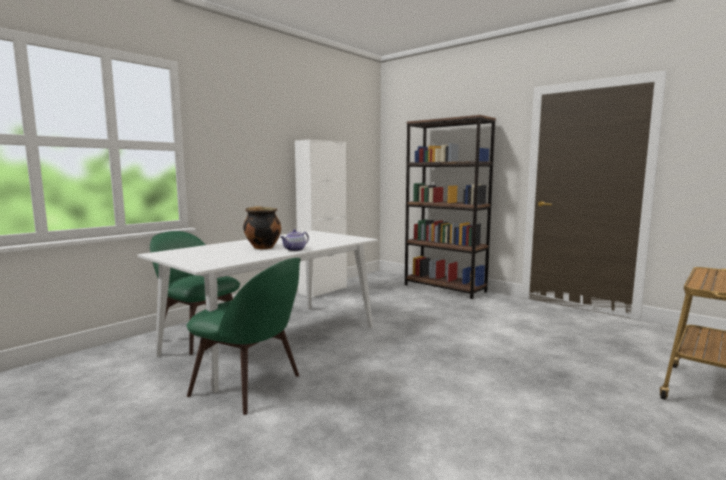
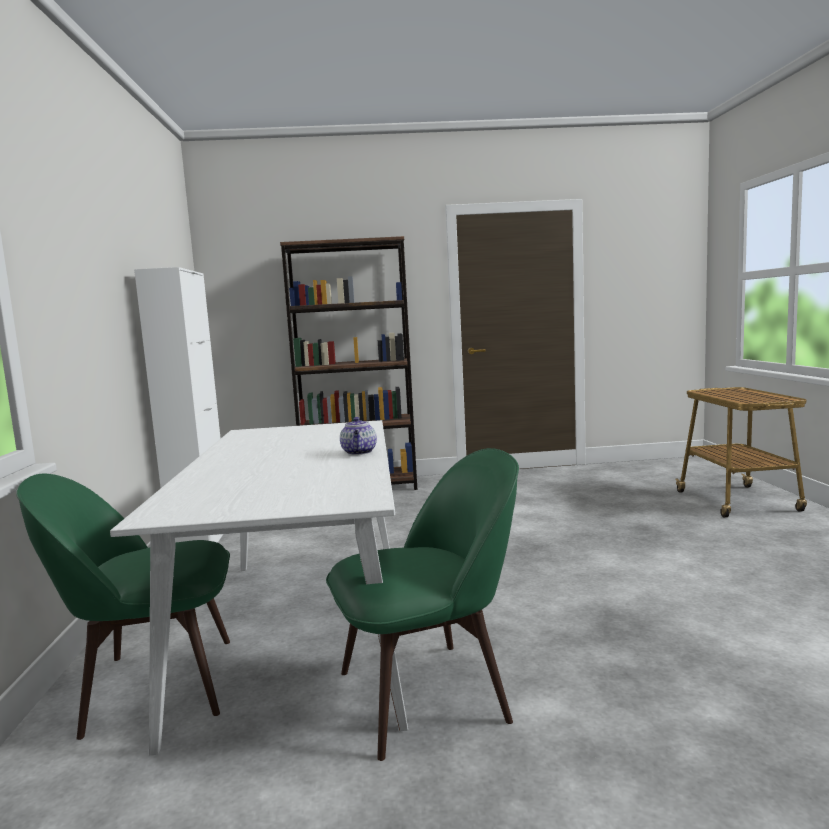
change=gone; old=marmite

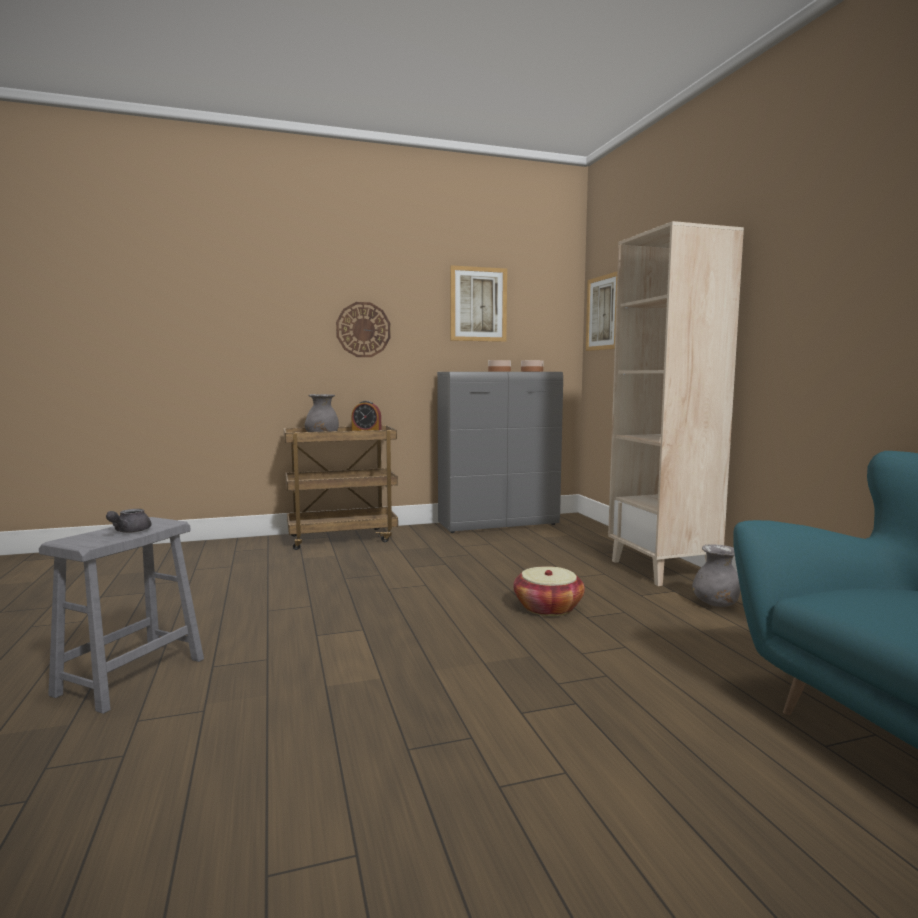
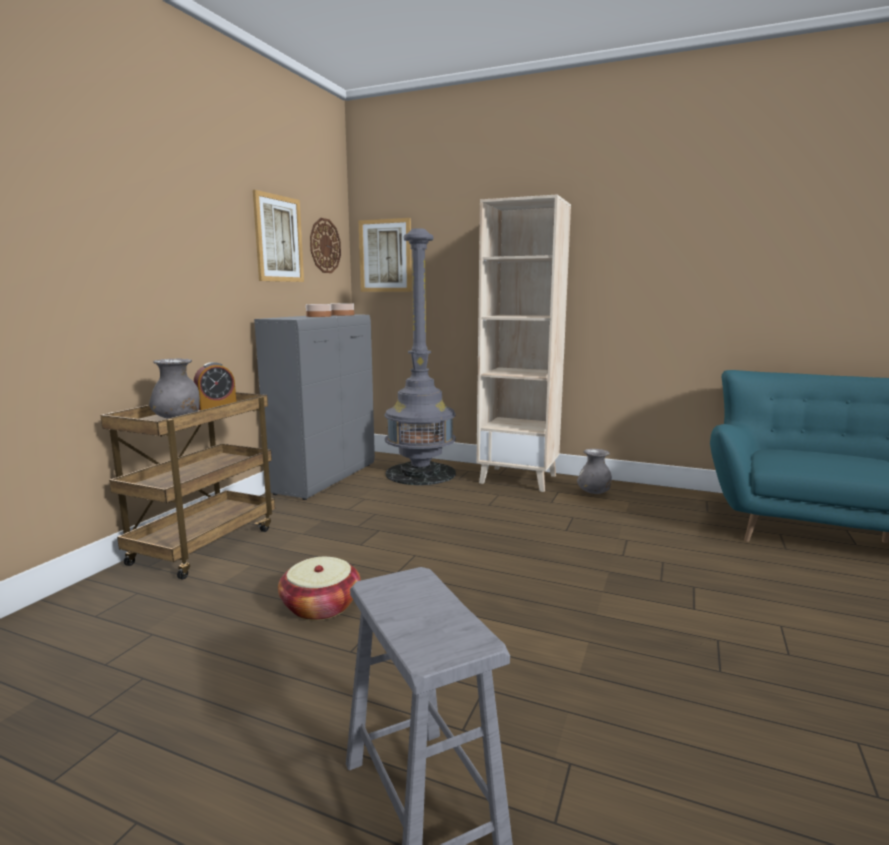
change=gone; old=théière [gris]
change=shifted; old=horloge murale
change=shifted; old=panier
change=new; new=lampadaire [gris]

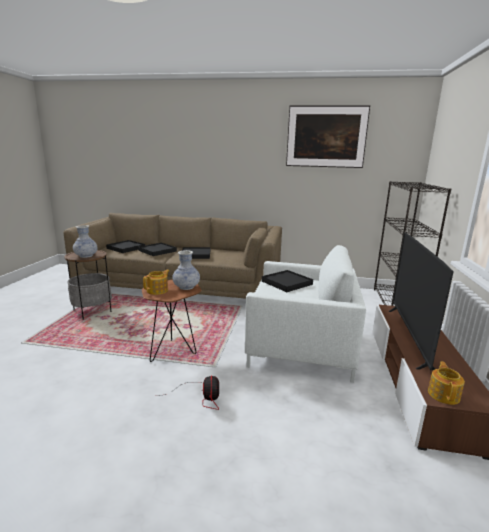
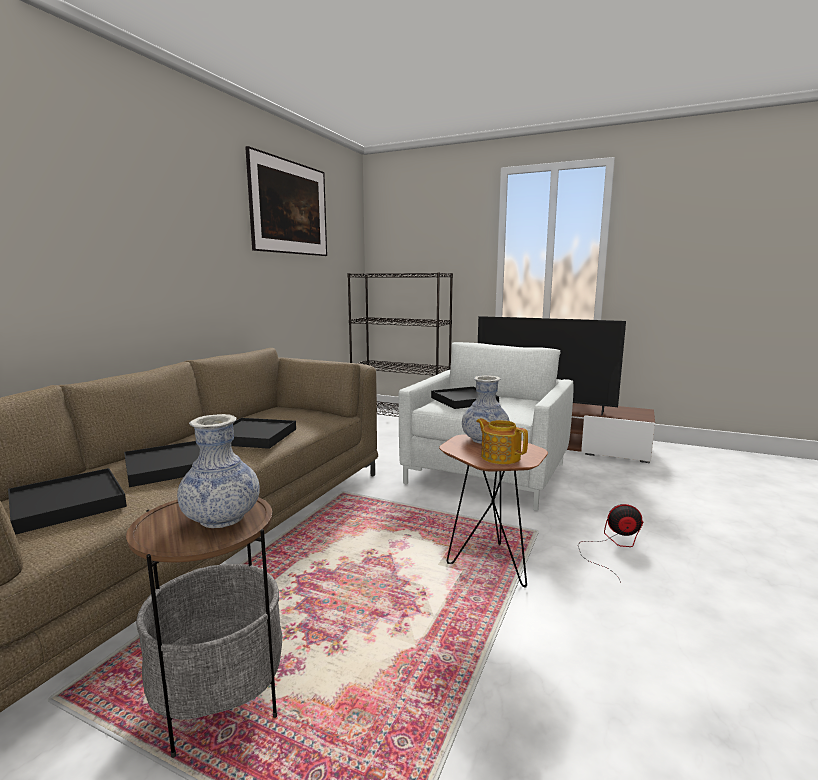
change=gone; old=théière (no. 2 from left)

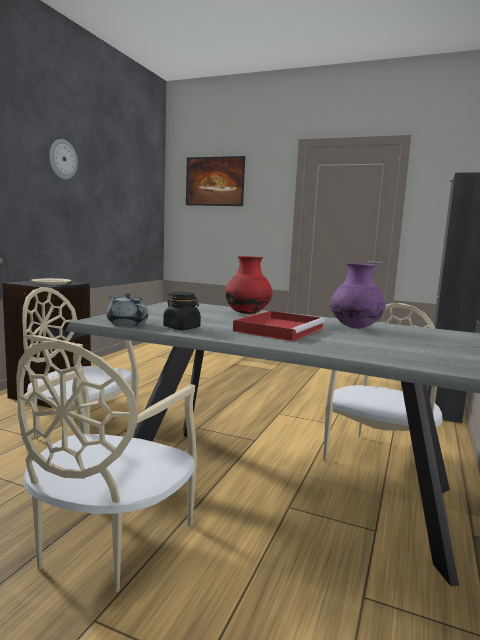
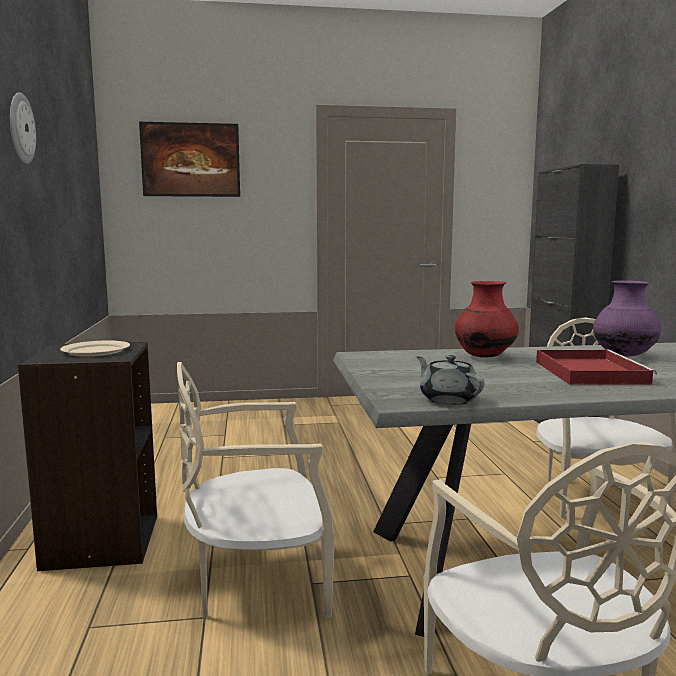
change=rotated; old=théière [gris]; degrees=45
change=gone; old=bocal [noir]

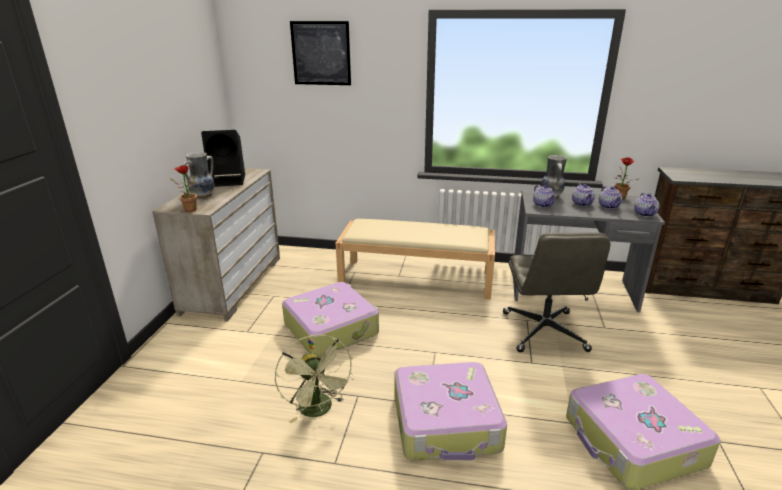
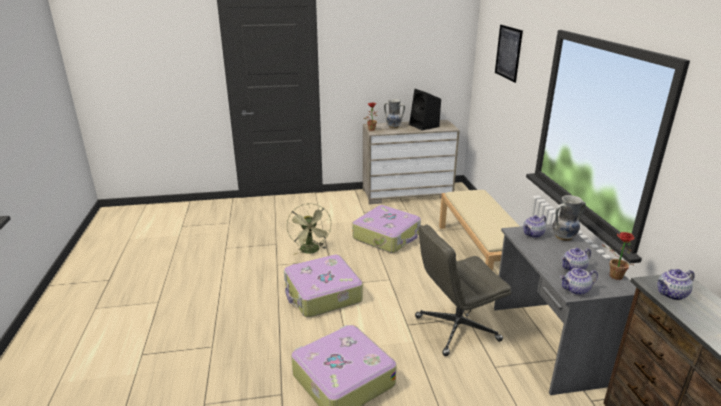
change=rotated; old=ventilateur [vert]; degrees=-60
change=shifted; old=théière (no. 2 from left in the first image); new=théière (no. 4 from left)

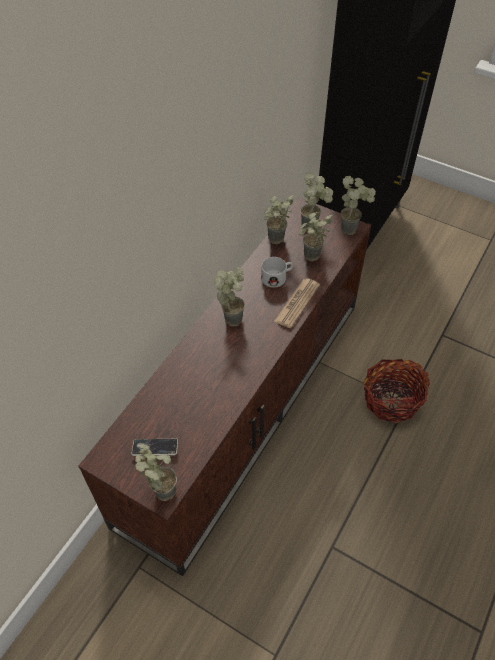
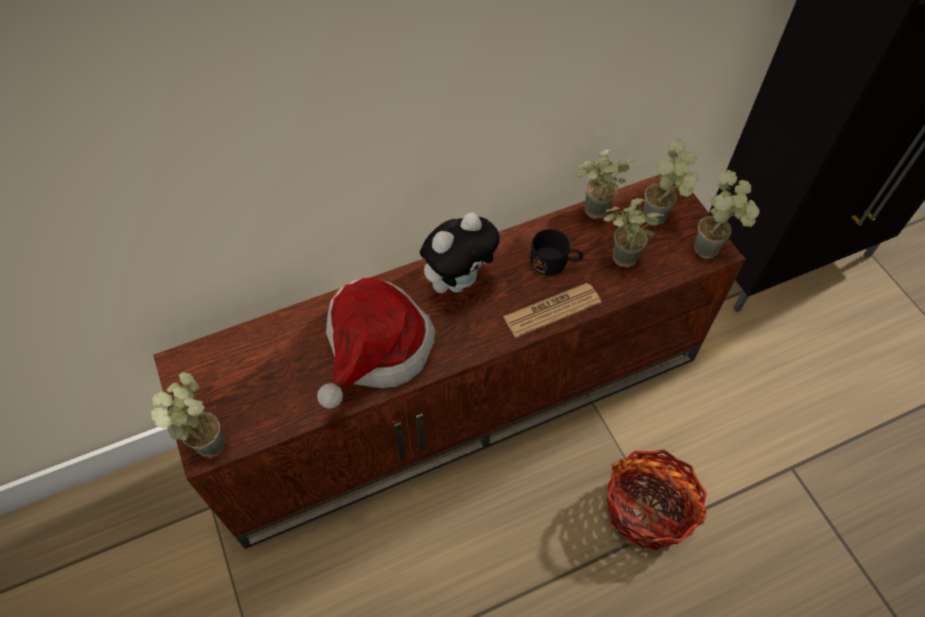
change=gone; old=téléphone
change=swapped; old=plante en pot (no. 2 from left); new=peluche
change=repainted; old=mug [blanc]; new=mug [noir]
change=new; new=chapeau

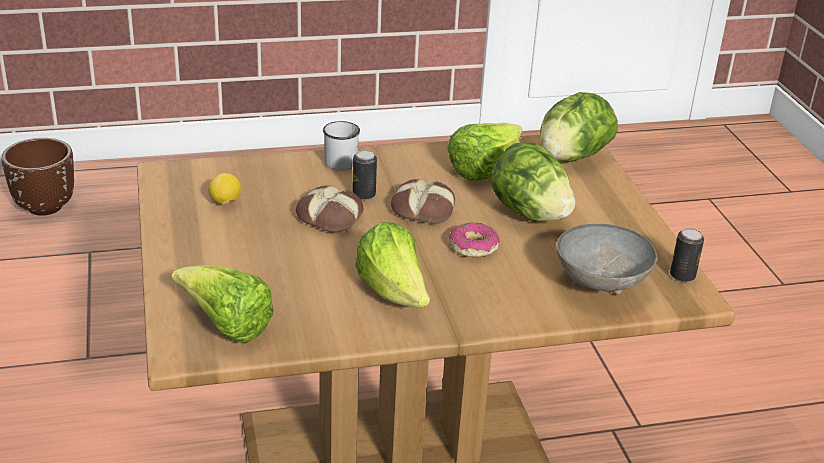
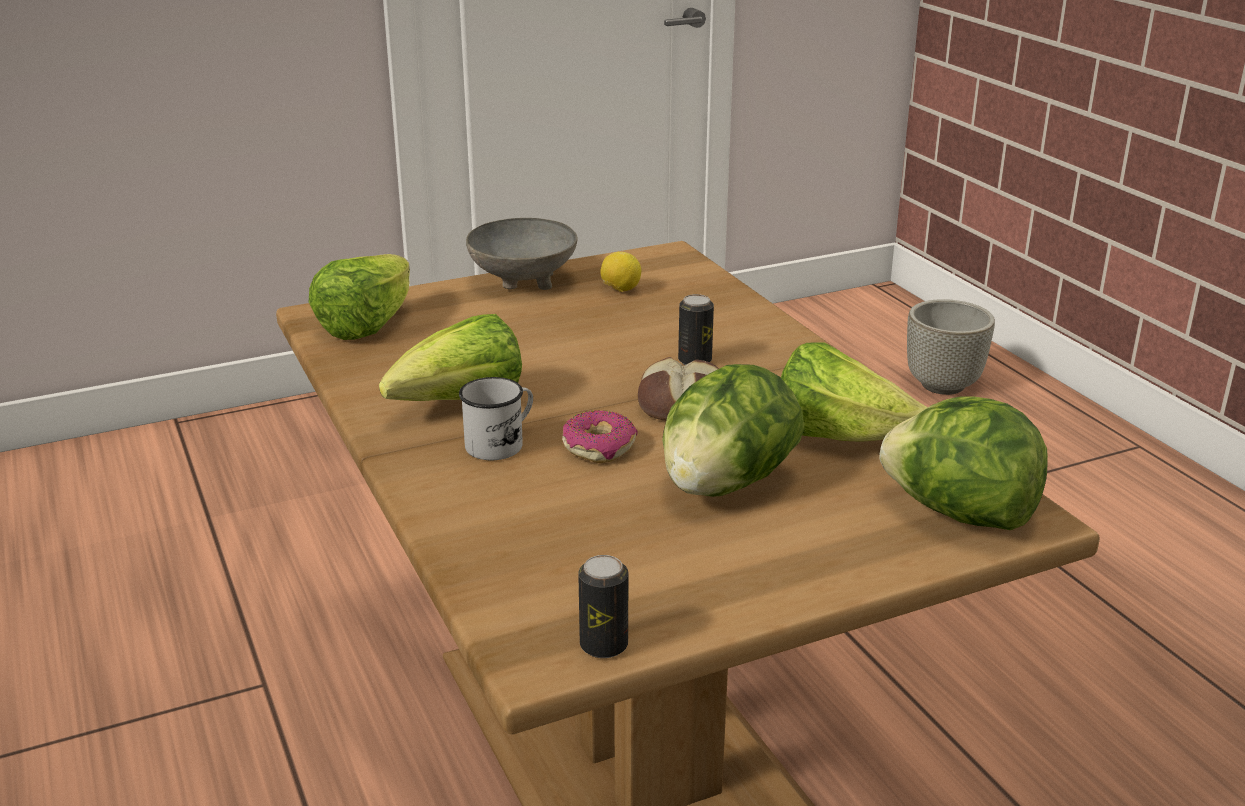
change=repainted; old=cache-pot [marron]; new=cache-pot [gris]
change=gone; old=pain (no. 1 from left)
change=shifted; old=mug [blanc]
change=shifted; old=bol [gris]

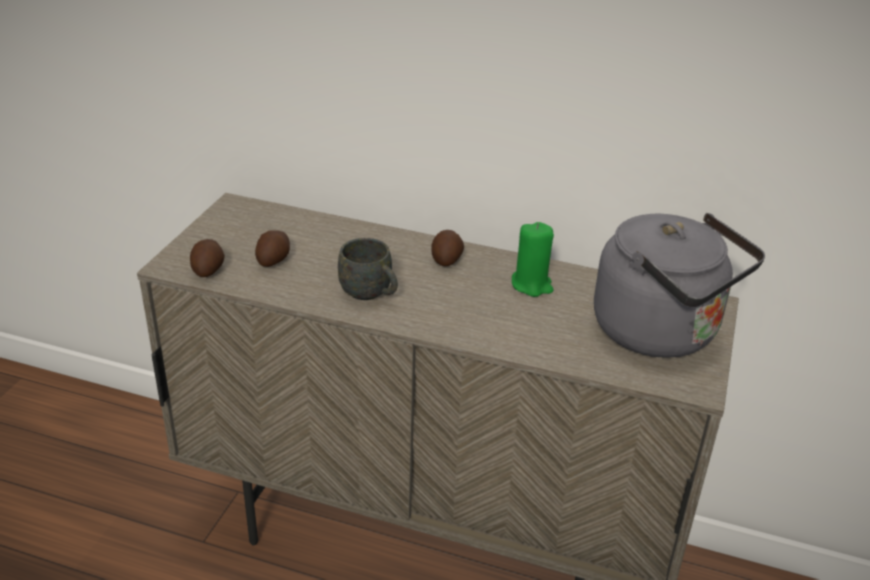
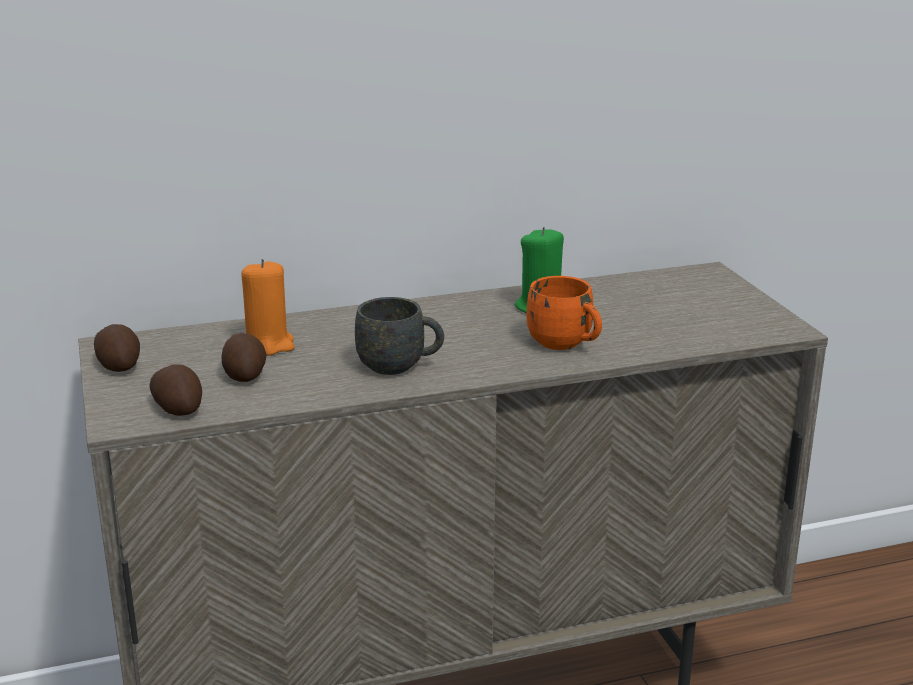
change=shifted; old=pomme de terre (no. 3 from left in the first image); new=pomme de terre (no. 1 from left)
change=gone; old=bouilloire [gris]
change=new; new=bougie [orange]
change=new; new=mug [orange]

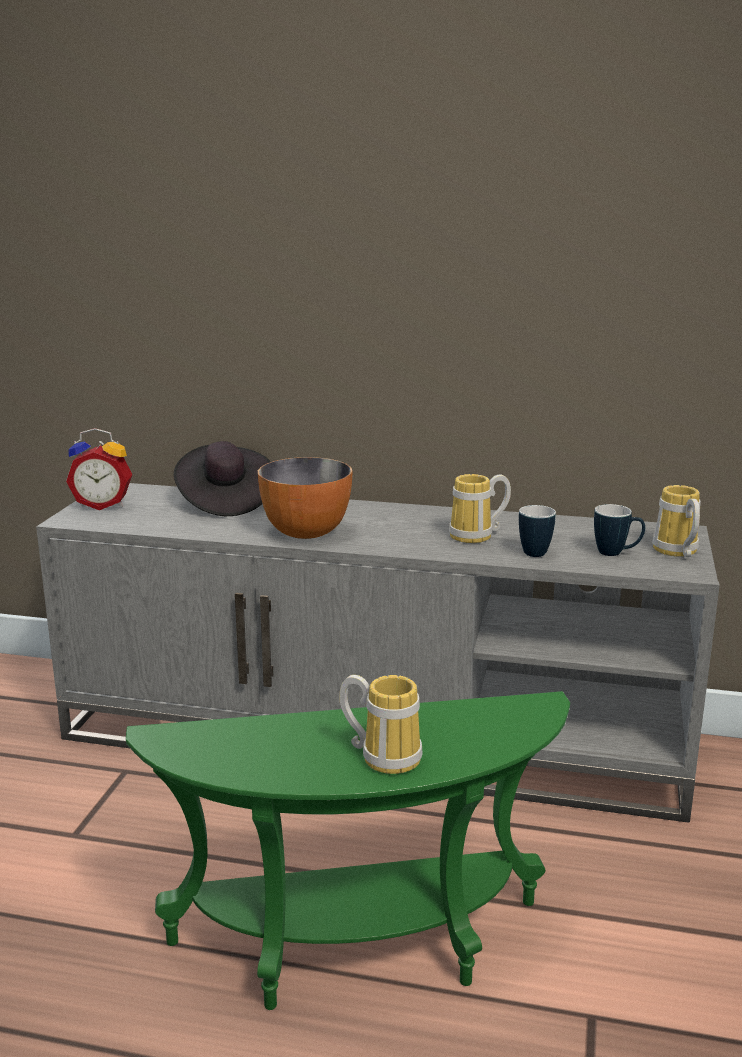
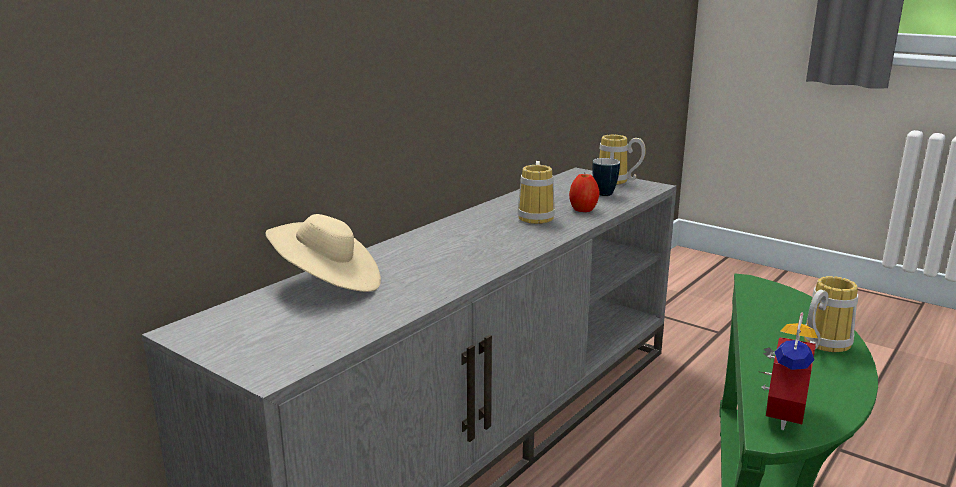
change=shifted; old=réveil
change=repainted; old=chapeau [noir]; new=chapeau [beige]
change=gone; old=bol
change=swapped; old=mug (no. 3 from left); new=pomme

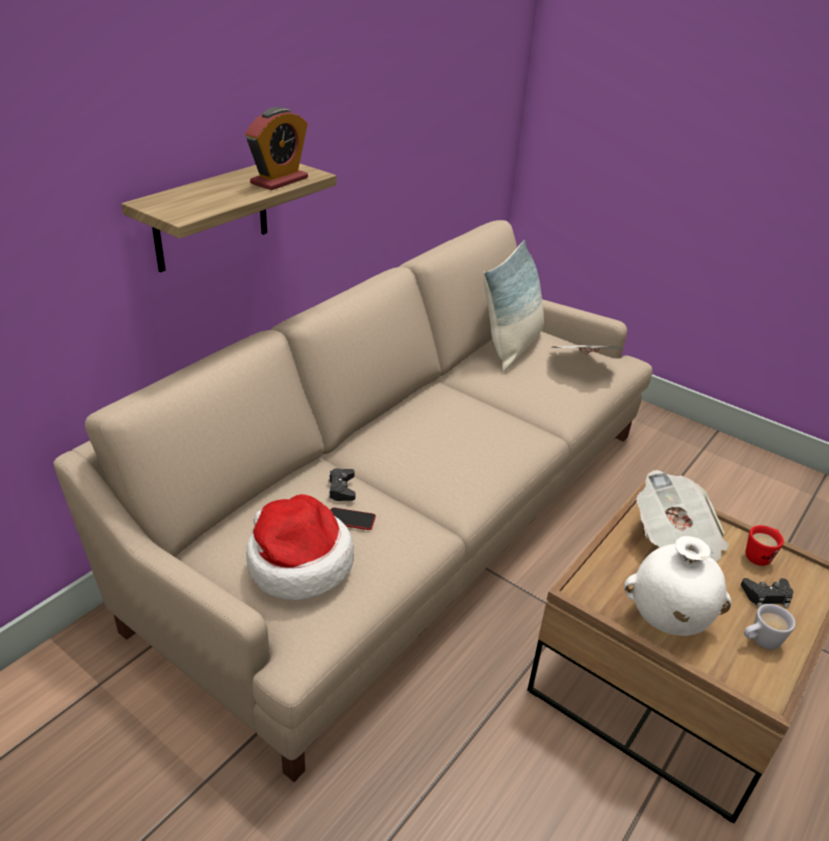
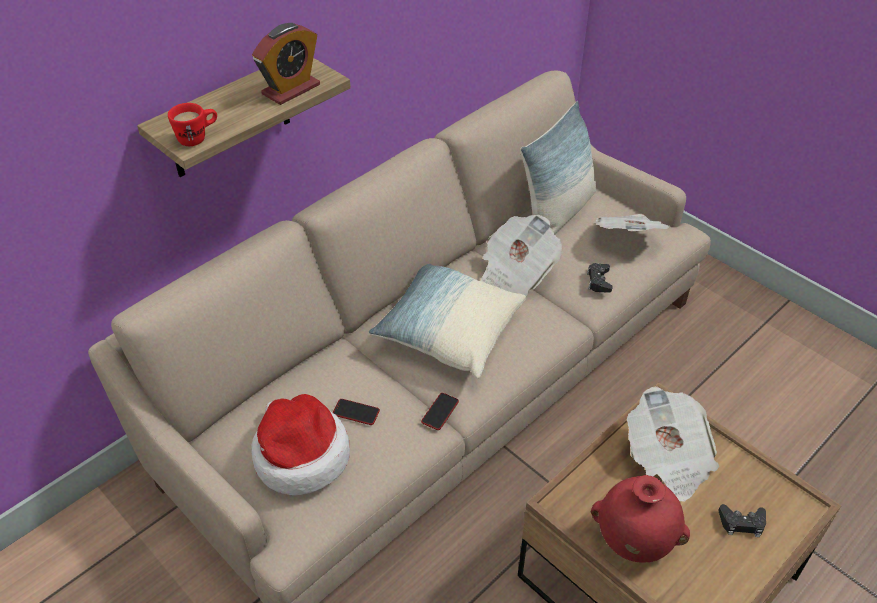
change=shifted; old=manette [noir] (no. 1 from left)
change=repainted; old=vase [blanc]; new=vase [rouge]
change=gone; old=mug [blanc]
change=shifted; old=mug [rouge]
change=new; new=coussin (no. 1 from left)
change=new; new=téléphone (no. 2 from left)
change=new; new=journal (no. 1 from left)

